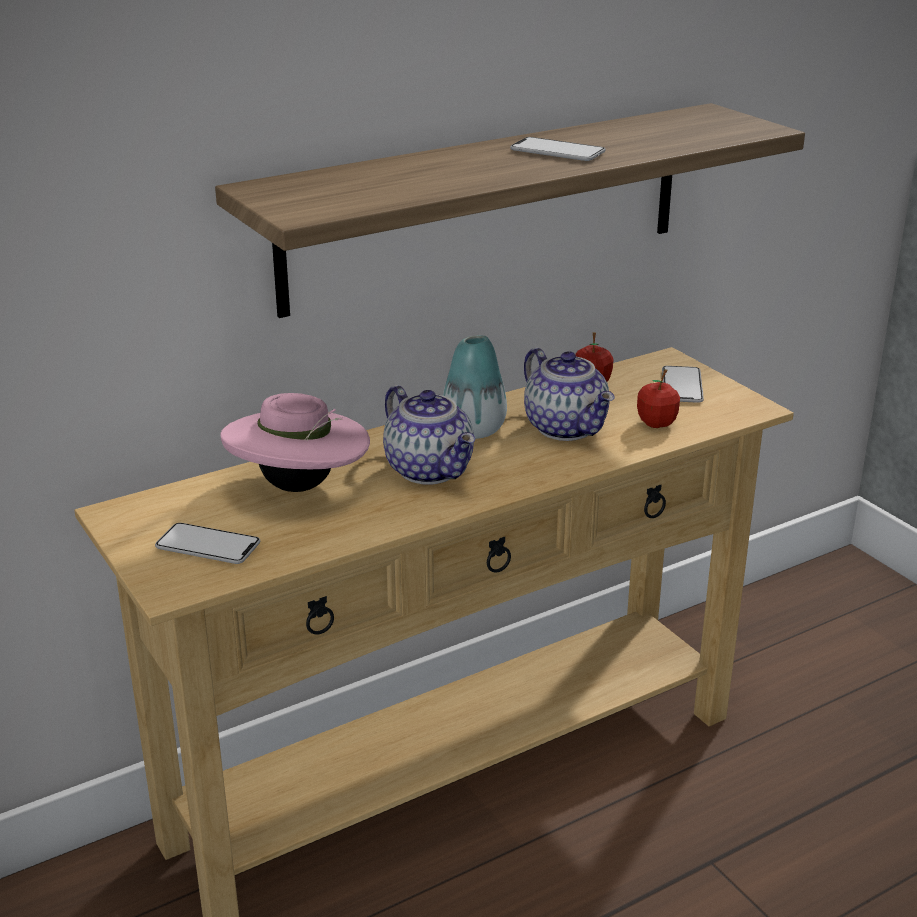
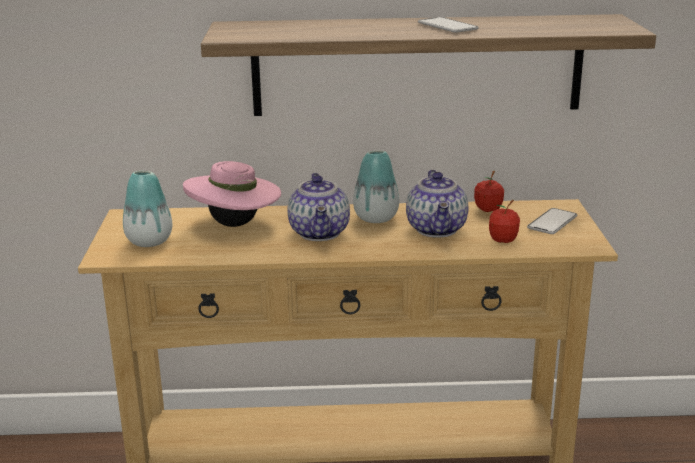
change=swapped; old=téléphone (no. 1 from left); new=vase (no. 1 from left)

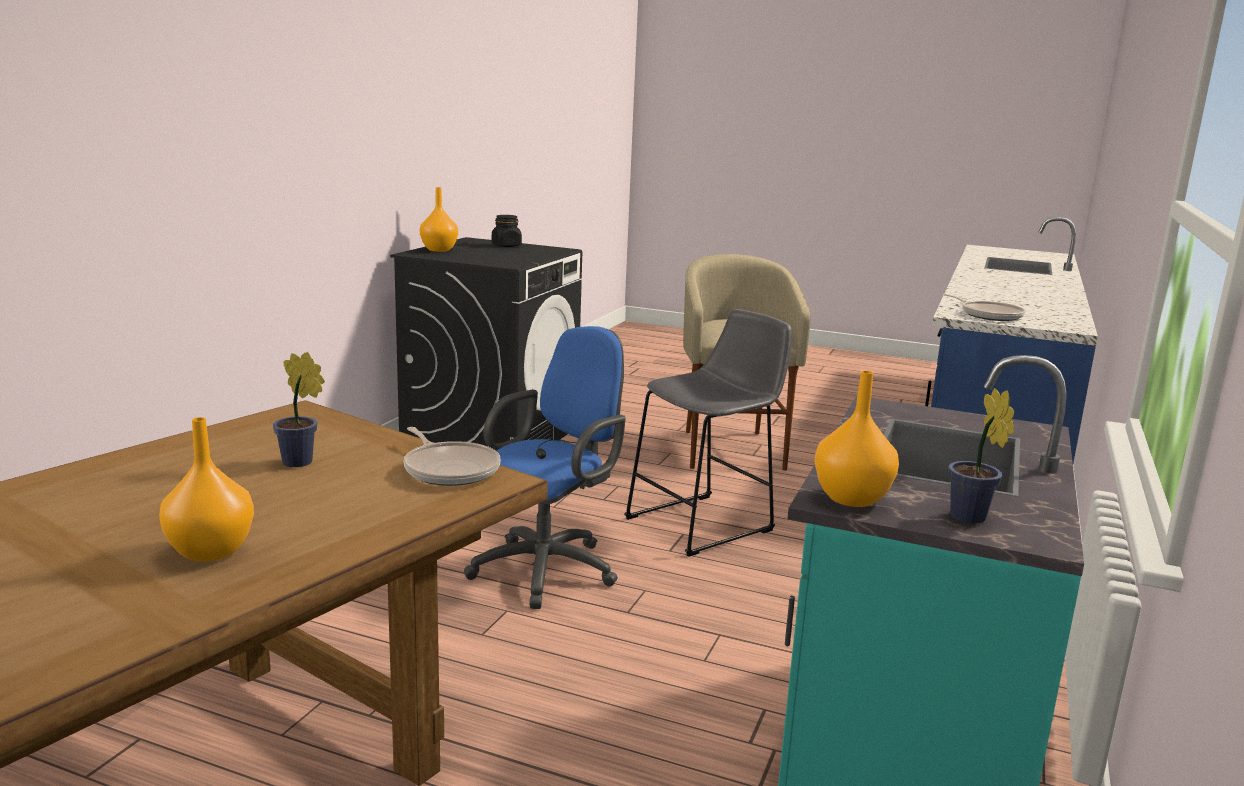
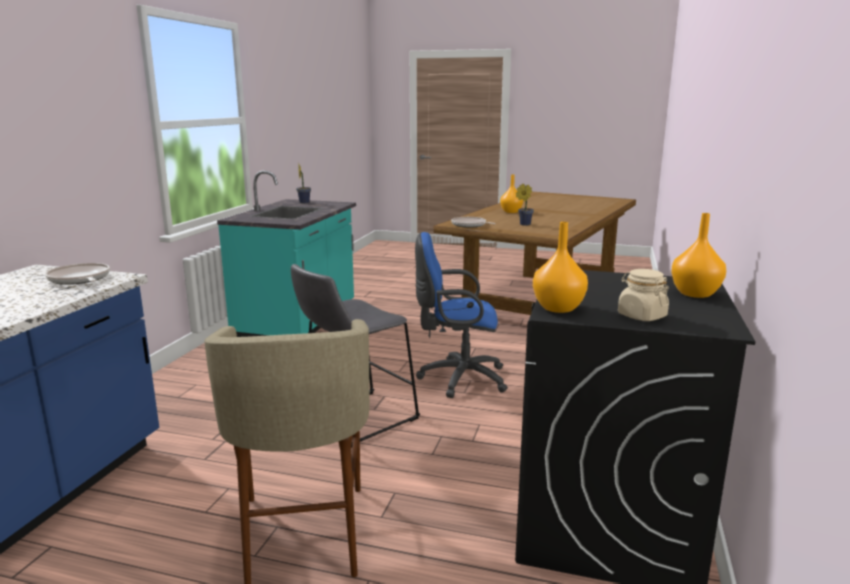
change=rotated; old=chaise de bureau [bleu]; degrees=60
change=repainted; old=bocal [noir]; new=bocal [beige]
change=shifted; old=vase [orange] (no. 3 from left in the first image); new=vase [orange] (no. 2 from left)

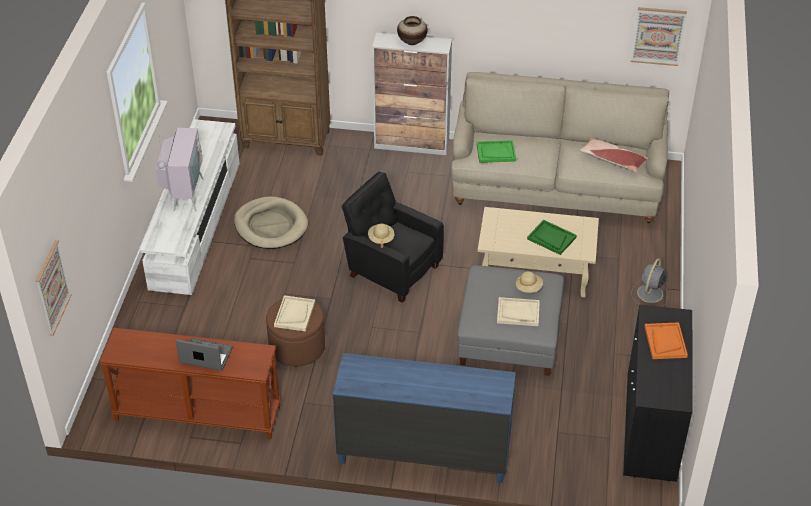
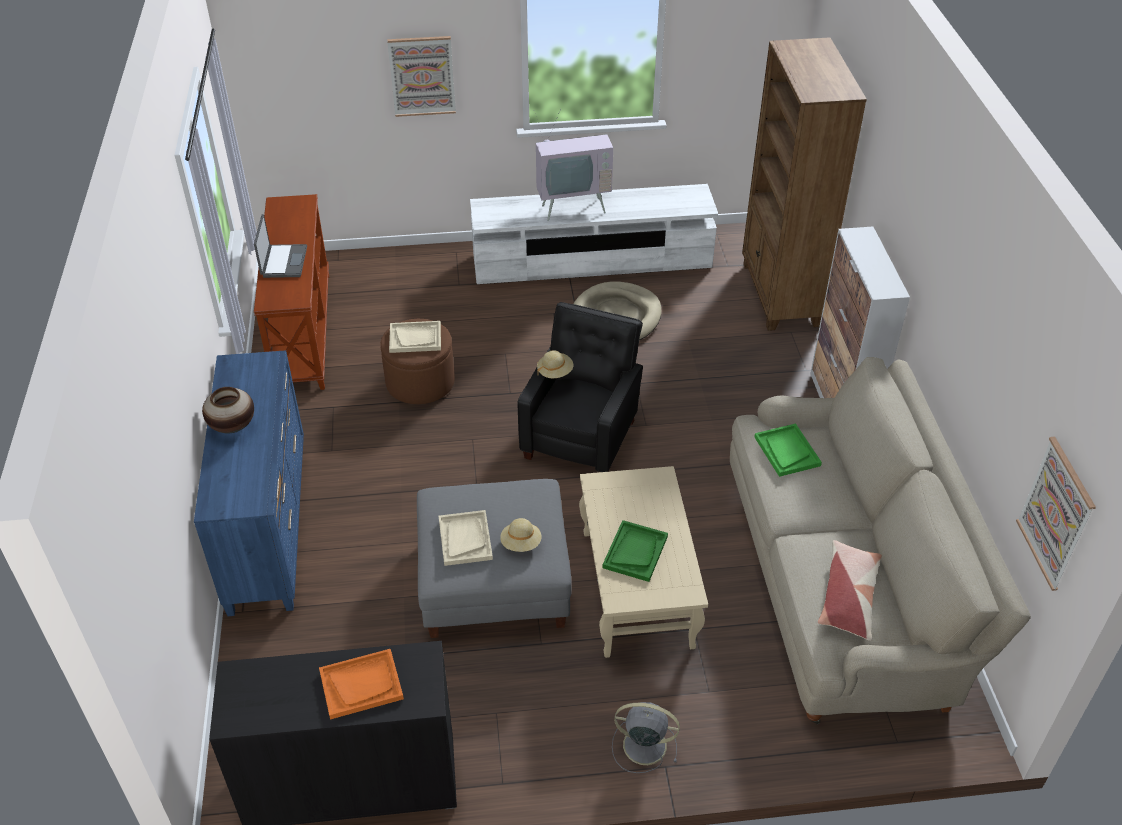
change=shifted; old=tableau (no. 1 from left)
change=shifted; old=vase

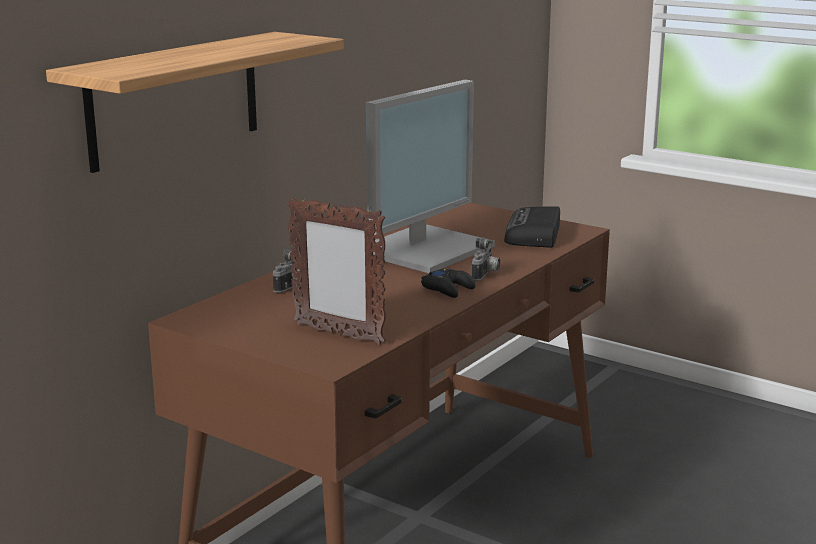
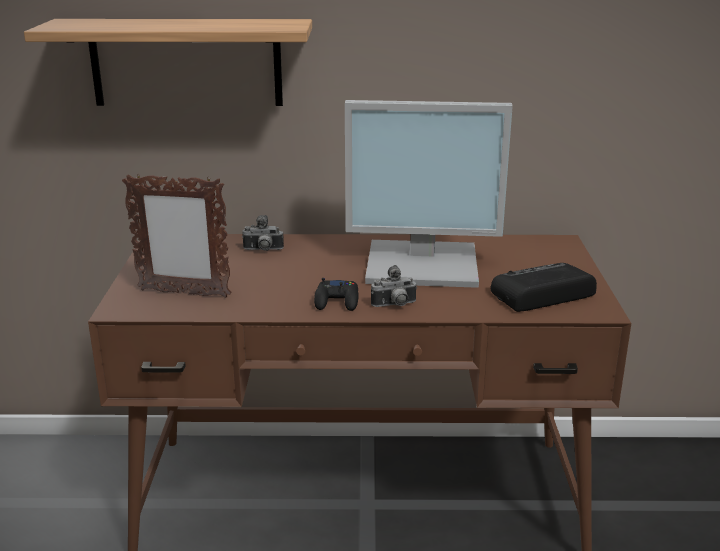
change=rotated; old=cadre photo; degrees=-75

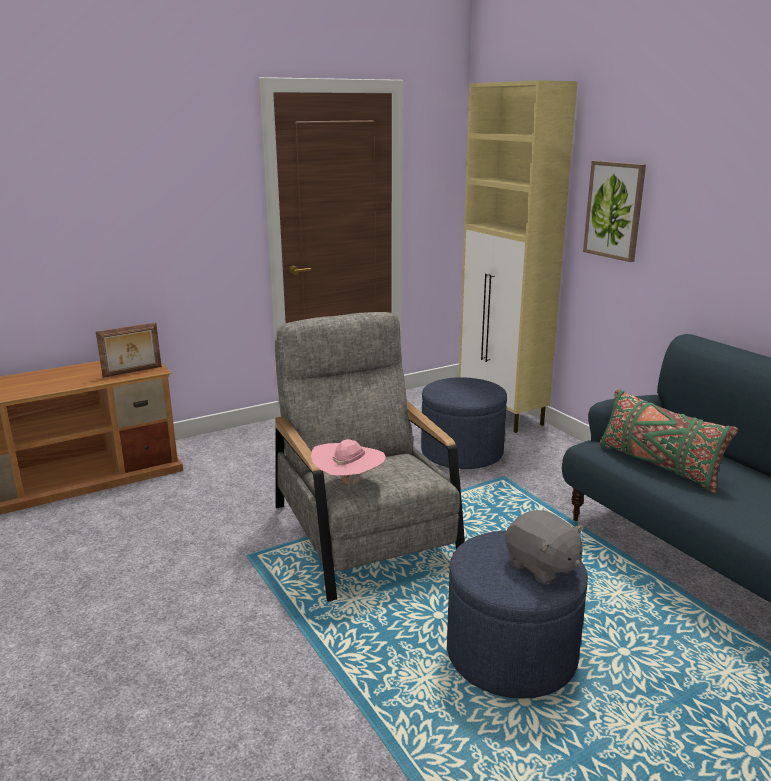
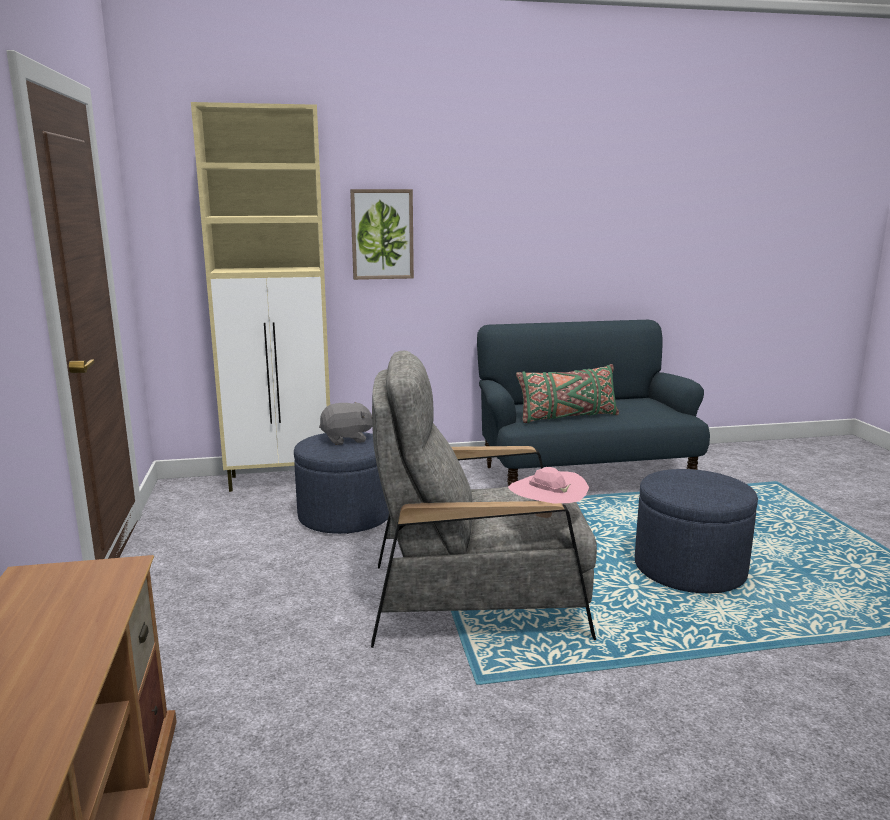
change=gone; old=cadre photo
change=shifted; old=peluche [gris]

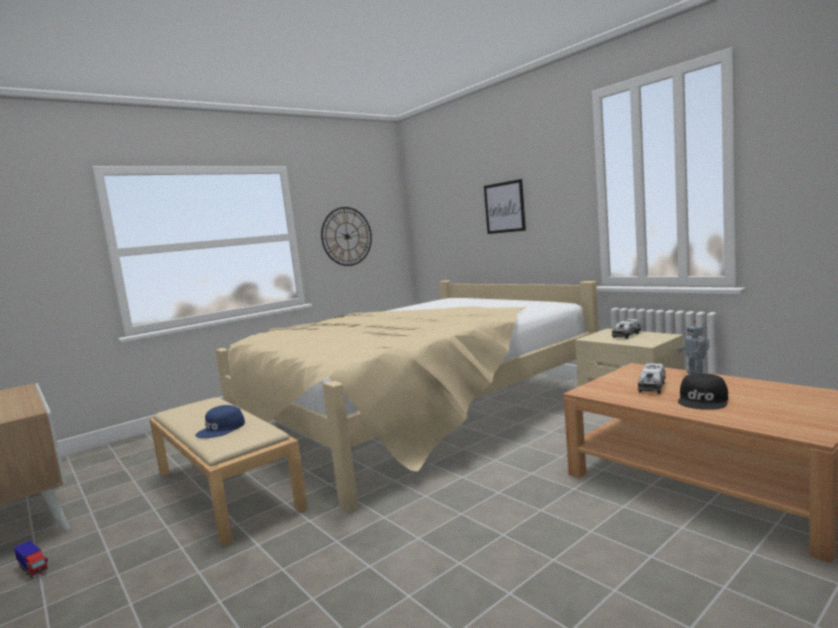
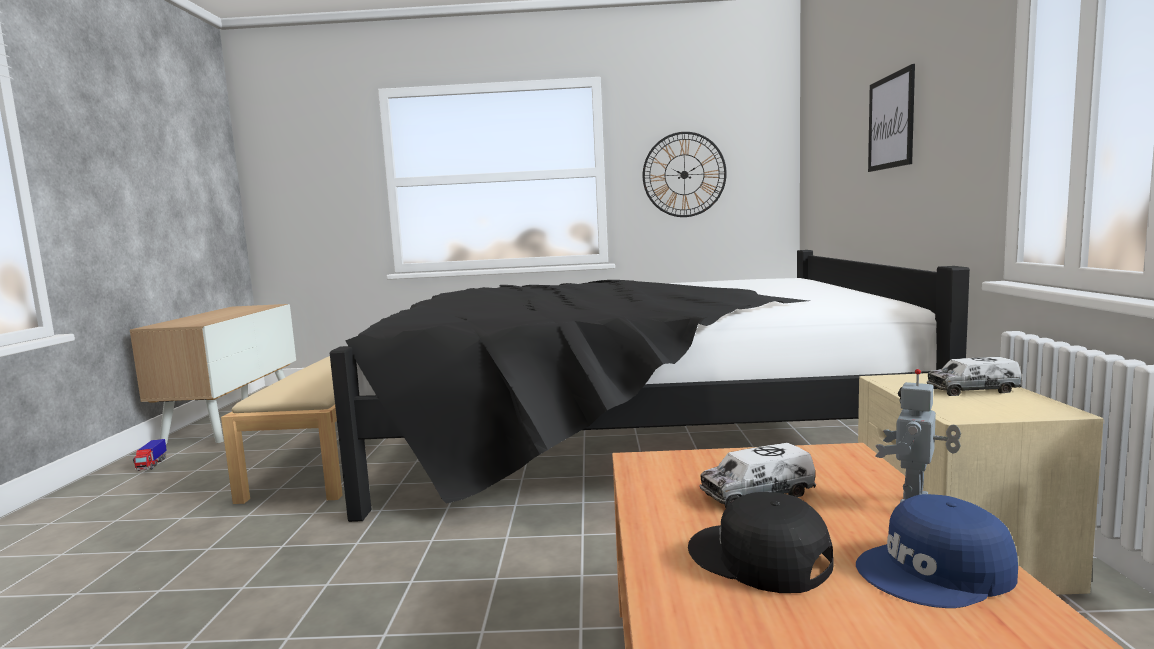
change=shifted; old=casquette [bleu]
change=repainted; old=lit [beige]; new=lit [noir]
change=rotated; old=casquette [noir]; degrees=60

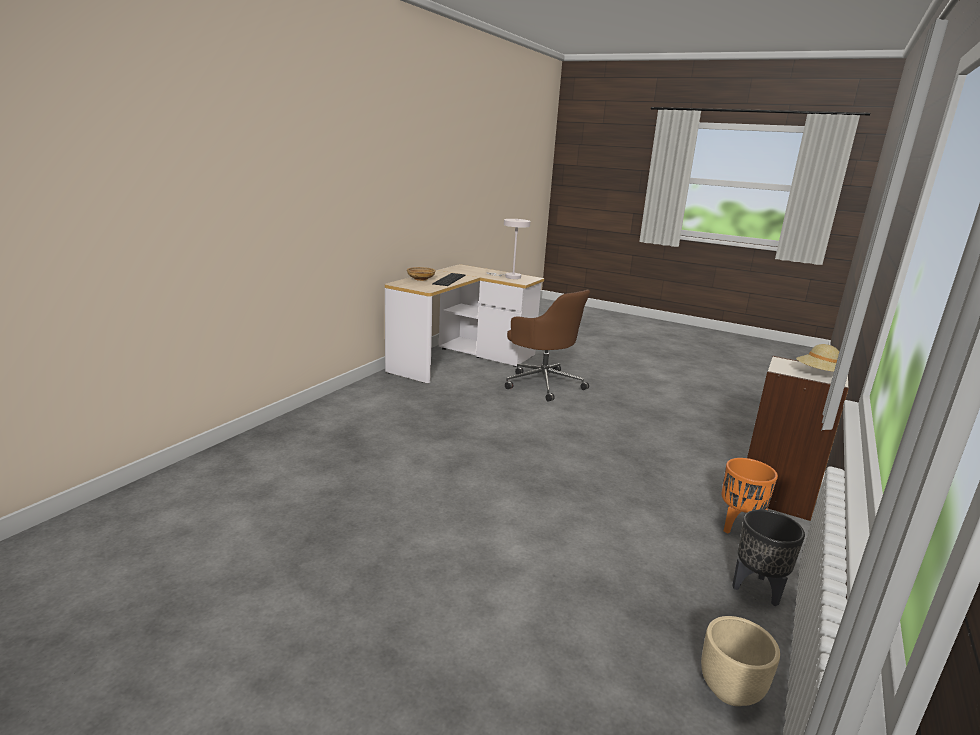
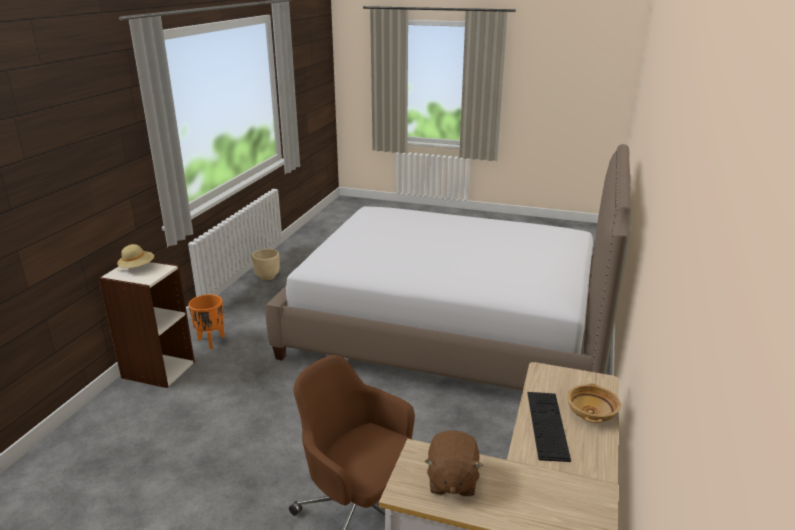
change=swapped; old=lampe de table [blanc]; new=peluche [marron]
change=gone; old=cache-pot [noir]
change=new; new=lit

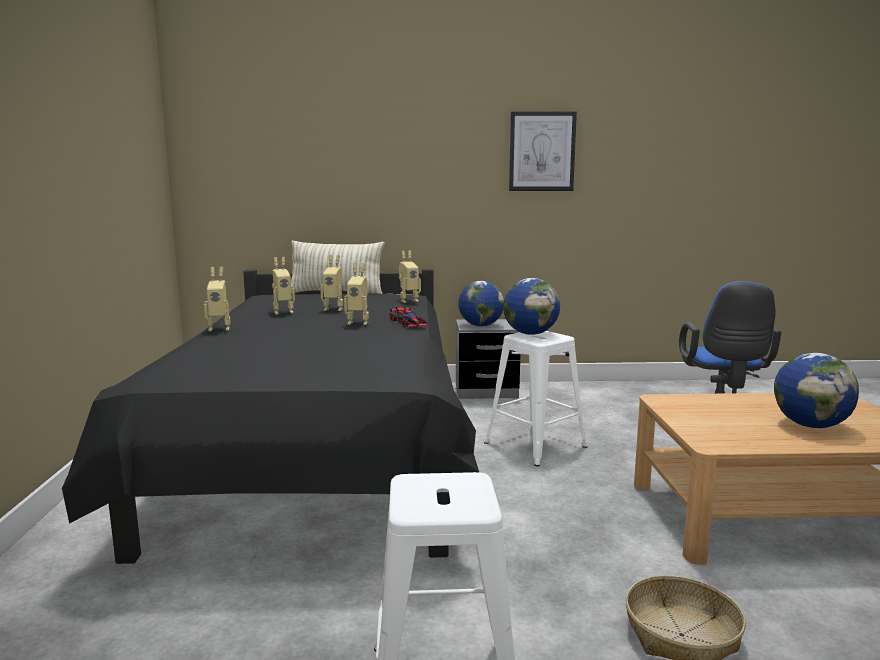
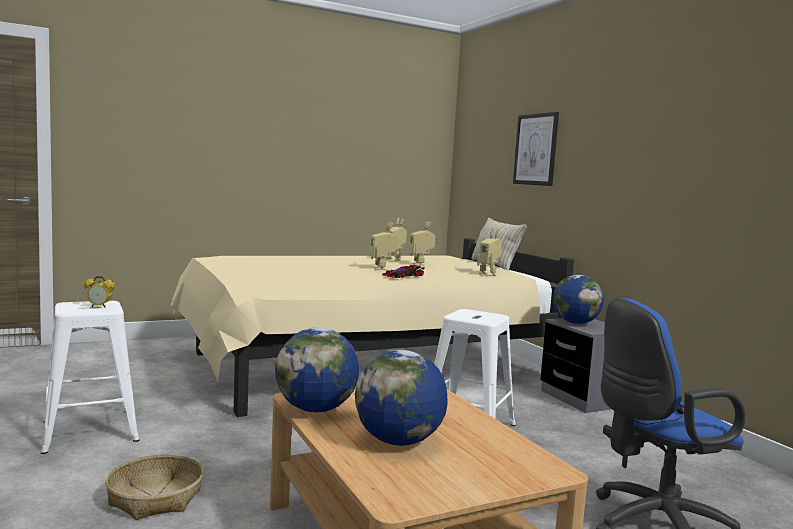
change=repainted; old=lit [noir]; new=lit [beige]
change=gone; old=robot jouet (no. 1 from left)
change=shifted; old=globe (no. 2 from left in the first image); new=globe (no. 1 from left)
change=shifted; old=tableau
change=new; new=réveil

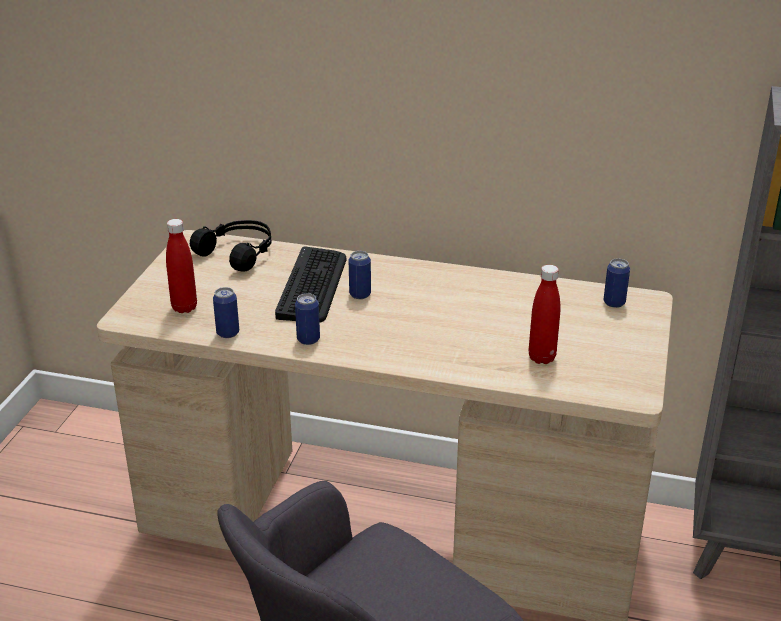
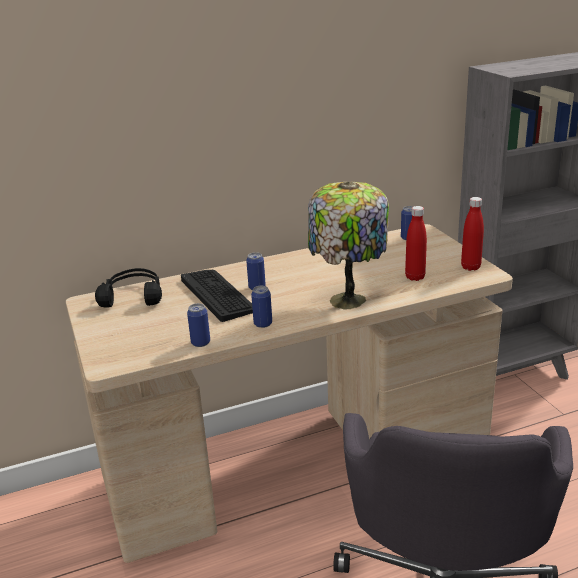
change=shifted; old=bouteille [rouge] (no. 1 from left in the first image); new=bouteille [rouge] (no. 2 from left)
change=new; new=lampe de table

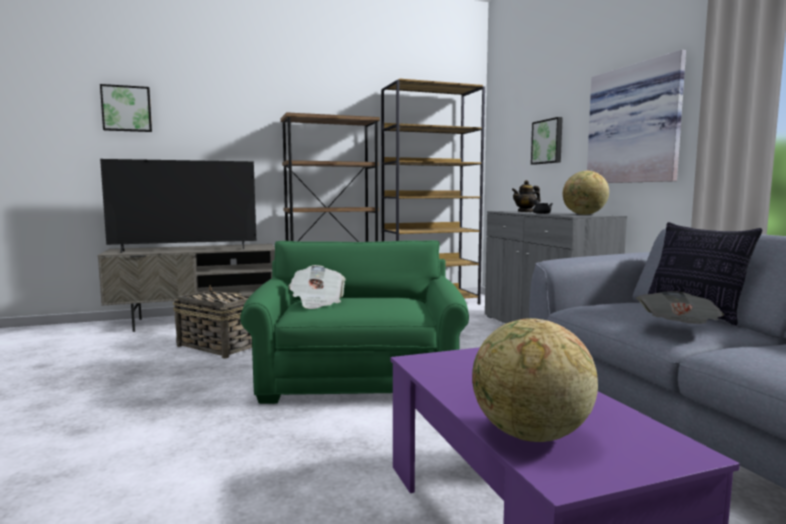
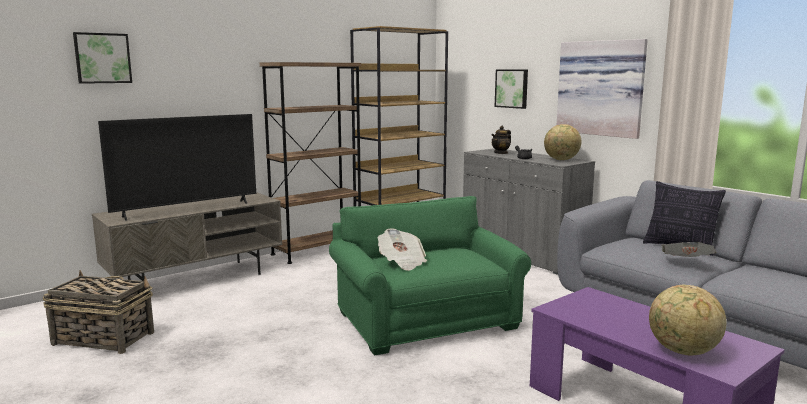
change=shifted; old=panier

